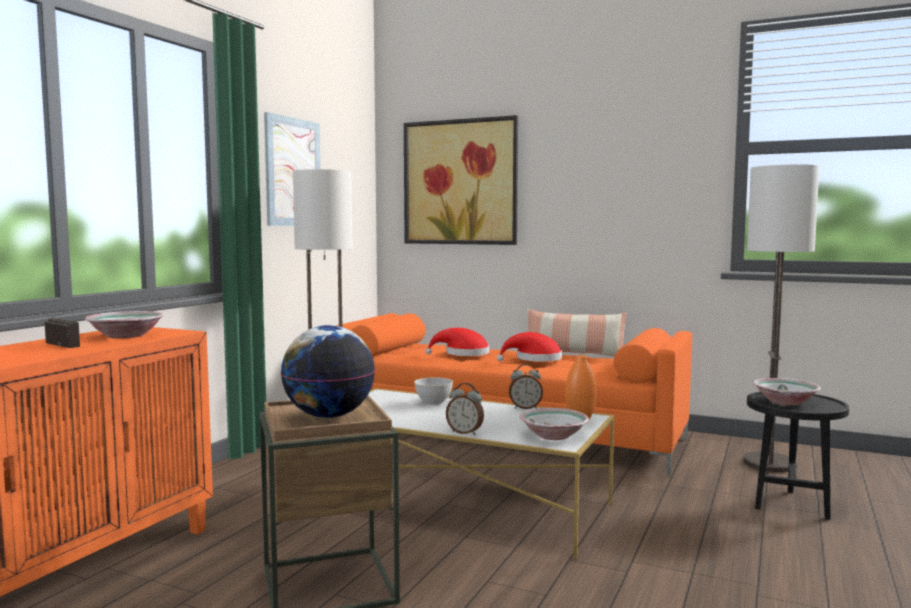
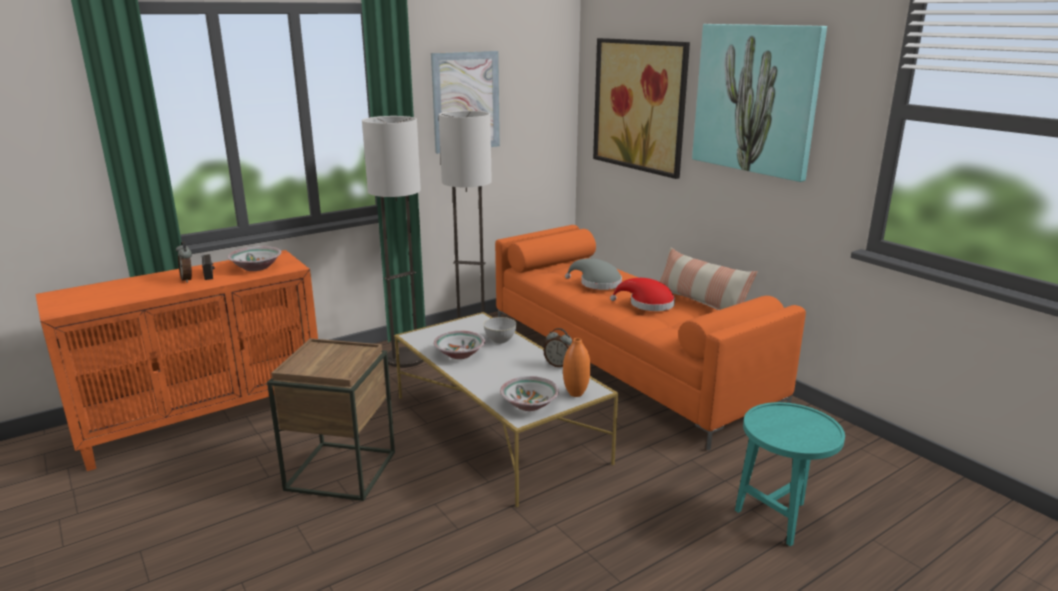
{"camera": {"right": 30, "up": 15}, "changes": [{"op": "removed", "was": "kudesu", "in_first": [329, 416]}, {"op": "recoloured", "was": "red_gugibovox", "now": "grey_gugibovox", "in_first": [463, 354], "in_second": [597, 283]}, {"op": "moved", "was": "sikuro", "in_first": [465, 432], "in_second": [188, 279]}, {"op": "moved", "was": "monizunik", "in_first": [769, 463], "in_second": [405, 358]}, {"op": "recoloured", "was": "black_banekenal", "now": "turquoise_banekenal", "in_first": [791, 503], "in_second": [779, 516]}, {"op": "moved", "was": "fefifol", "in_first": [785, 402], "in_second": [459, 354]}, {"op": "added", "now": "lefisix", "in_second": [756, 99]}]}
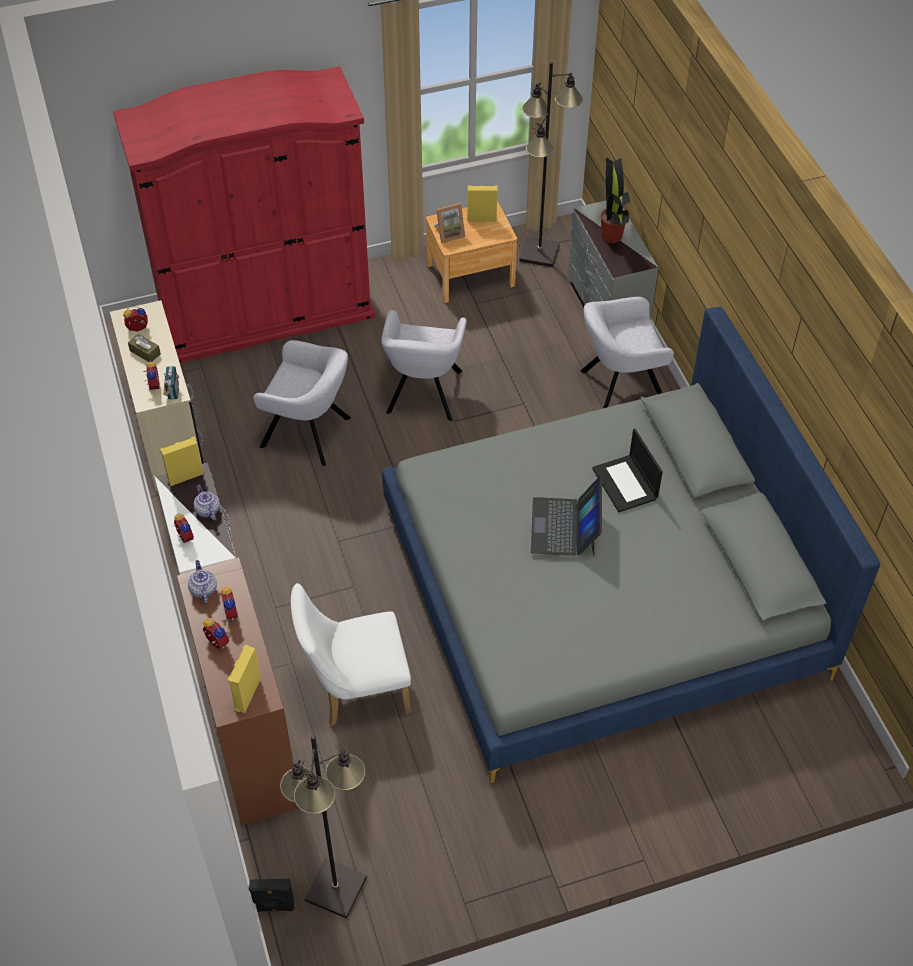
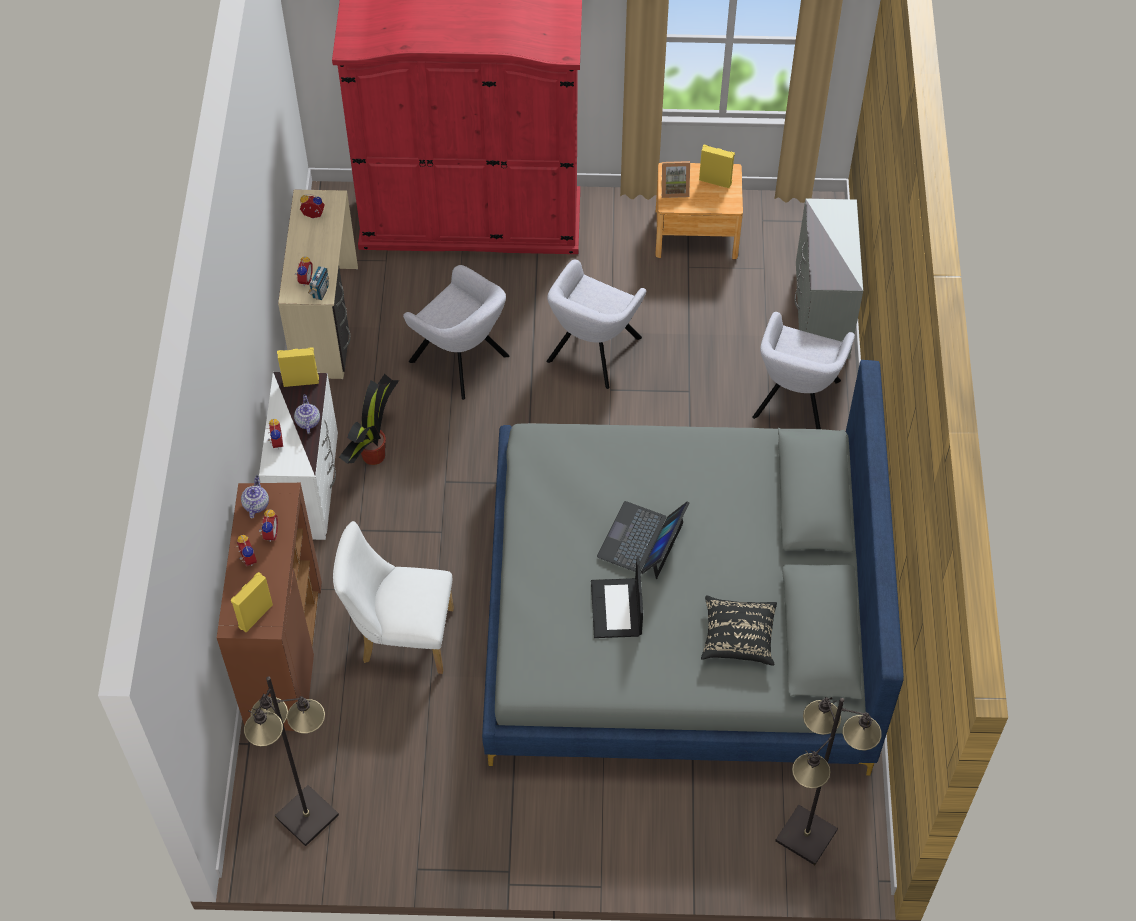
{"camera": {"right": 20, "up": 5}, "changes": [{"op": "removed", "was": "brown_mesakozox", "in_first": [145, 352]}, {"op": "removed", "was": "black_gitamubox", "in_first": [274, 907]}, {"op": "moved", "was": "black_monizunik", "in_first": [540, 253], "in_second": [806, 836]}, {"op": "turned", "was": "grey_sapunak", "in_first": [619, 387], "in_second": [795, 402], "clockwise": -75}, {"op": "moved", "was": "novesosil", "in_first": [626, 484], "in_second": [617, 609]}, {"op": "moved", "was": "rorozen", "in_first": [611, 234], "in_second": [374, 454]}, {"op": "added", "now": "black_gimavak", "in_second": [738, 637]}]}
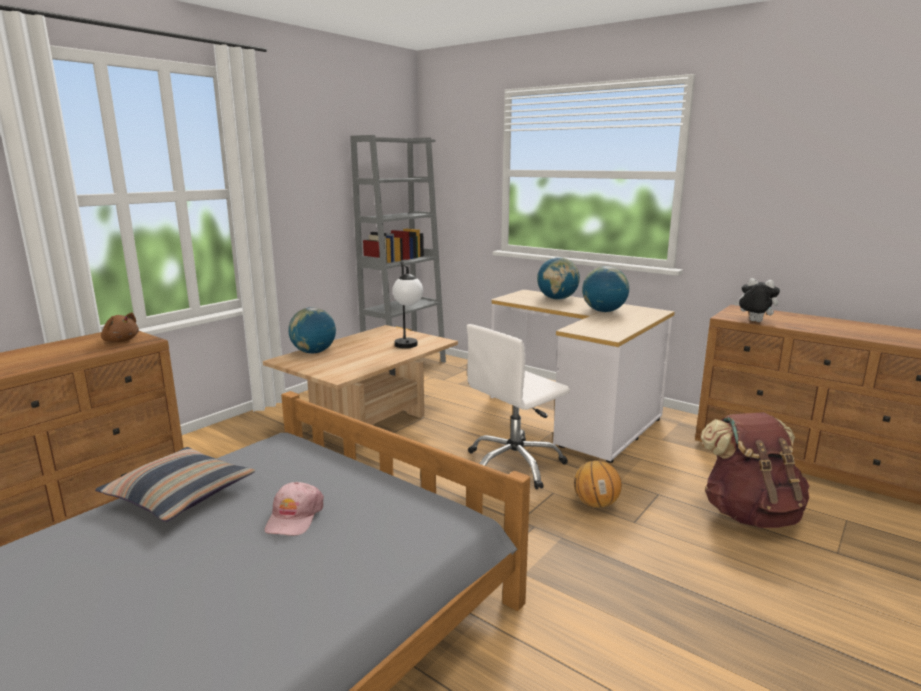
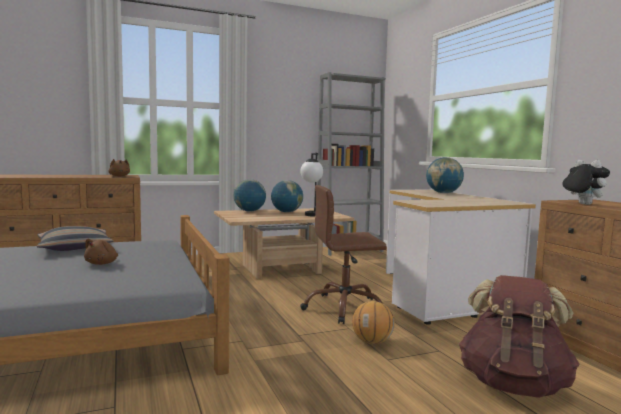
{"camera": {"right": 30, "up": -10}, "changes": [{"op": "replaced", "was": "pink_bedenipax", "now": "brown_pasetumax", "in_first": [294, 517], "in_second": [102, 263]}, {"op": "recoloured", "was": "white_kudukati", "now": "brown_kudukati", "in_first": [514, 464], "in_second": [344, 308]}, {"op": "moved", "was": "kudesu", "in_first": [603, 311], "in_second": [286, 212]}]}
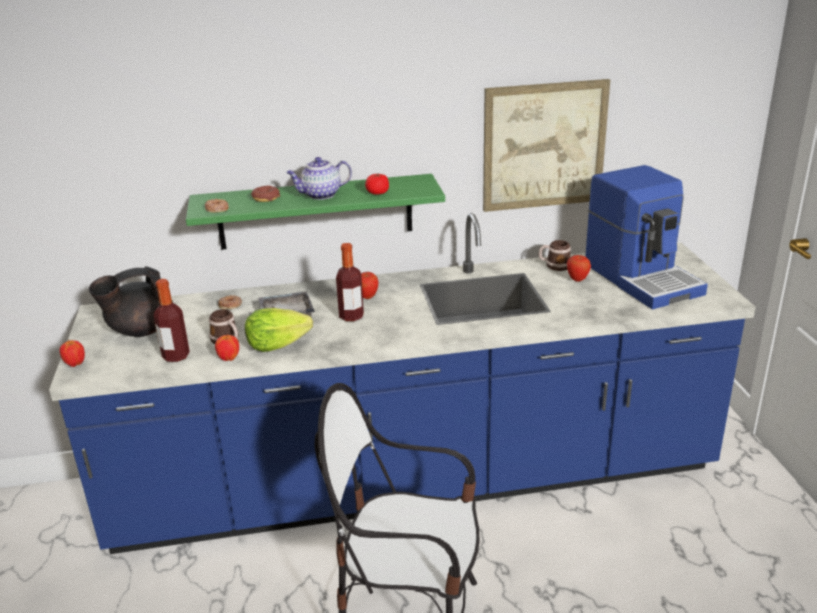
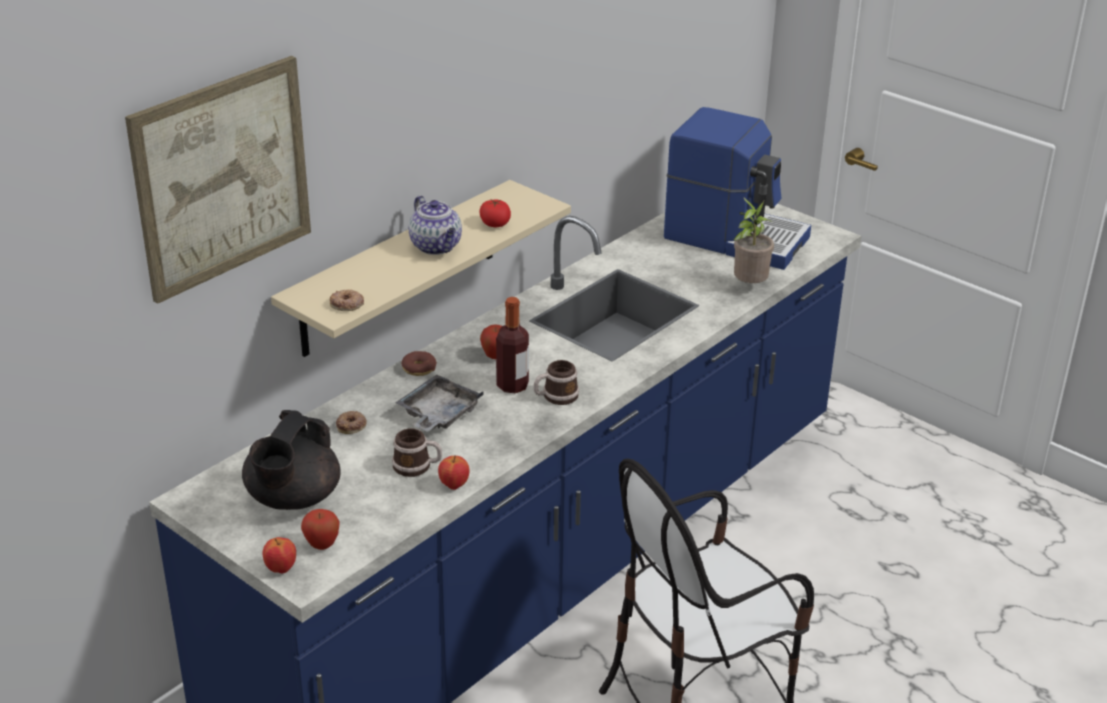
{"camera": {"right": -40, "up": 5}, "changes": [{"op": "removed", "was": "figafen", "in_first": [176, 356]}, {"op": "recoloured", "was": "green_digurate", "now": "beige_digurate", "in_first": [315, 212], "in_second": [399, 269]}, {"op": "removed", "was": "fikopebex", "in_first": [276, 345]}, {"op": "moved", "was": "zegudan", "in_first": [266, 198], "in_second": [419, 368]}, {"op": "turned", "was": "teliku", "in_first": [320, 195], "in_second": [437, 247], "clockwise": -60}, {"op": "moved", "was": "lefisix", "in_first": [544, 146], "in_second": [222, 177]}, {"op": "moved", "was": "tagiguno", "in_first": [554, 265], "in_second": [555, 397]}, {"op": "moved", "was": "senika", "in_first": [577, 279], "in_second": [322, 545]}, {"op": "added", "now": "rorozen", "in_second": [748, 286]}]}
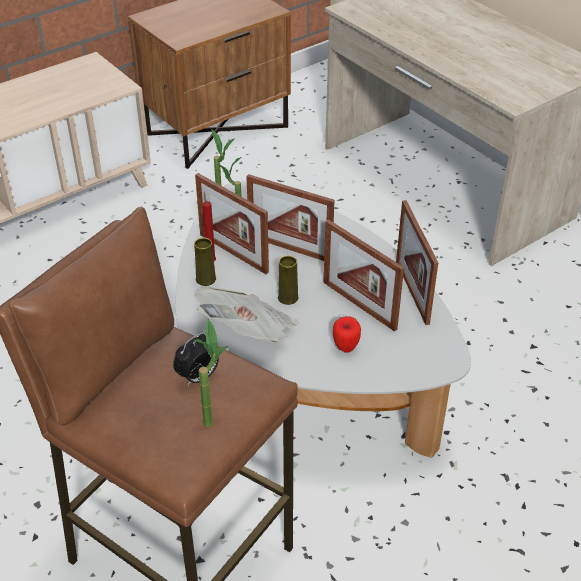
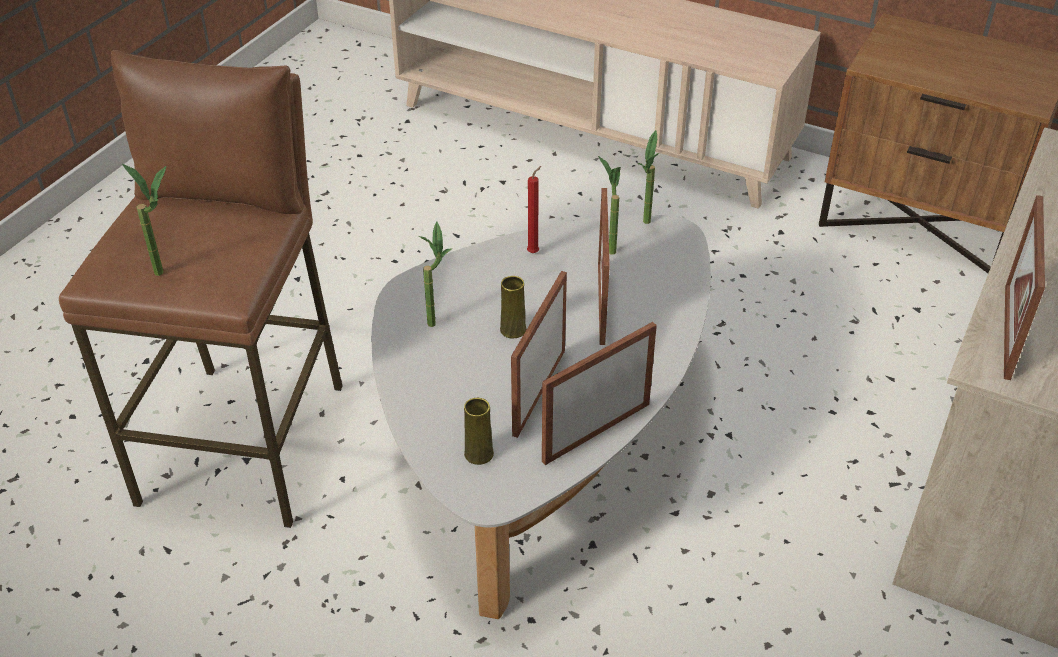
{"camera": {"right": 65, "up": 0}, "changes": [{"op": "removed", "was": "sikuro", "in_first": [198, 377]}, {"op": "moved", "was": "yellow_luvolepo", "in_first": [205, 279], "in_second": [479, 454]}, {"op": "replaced", "was": "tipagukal", "now": "rorozen", "in_first": [249, 333], "in_second": [436, 319]}, {"op": "moved", "was": "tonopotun", "in_first": [233, 253], "in_second": [1007, 331]}, {"op": "removed", "was": "senika", "in_first": [345, 347]}]}
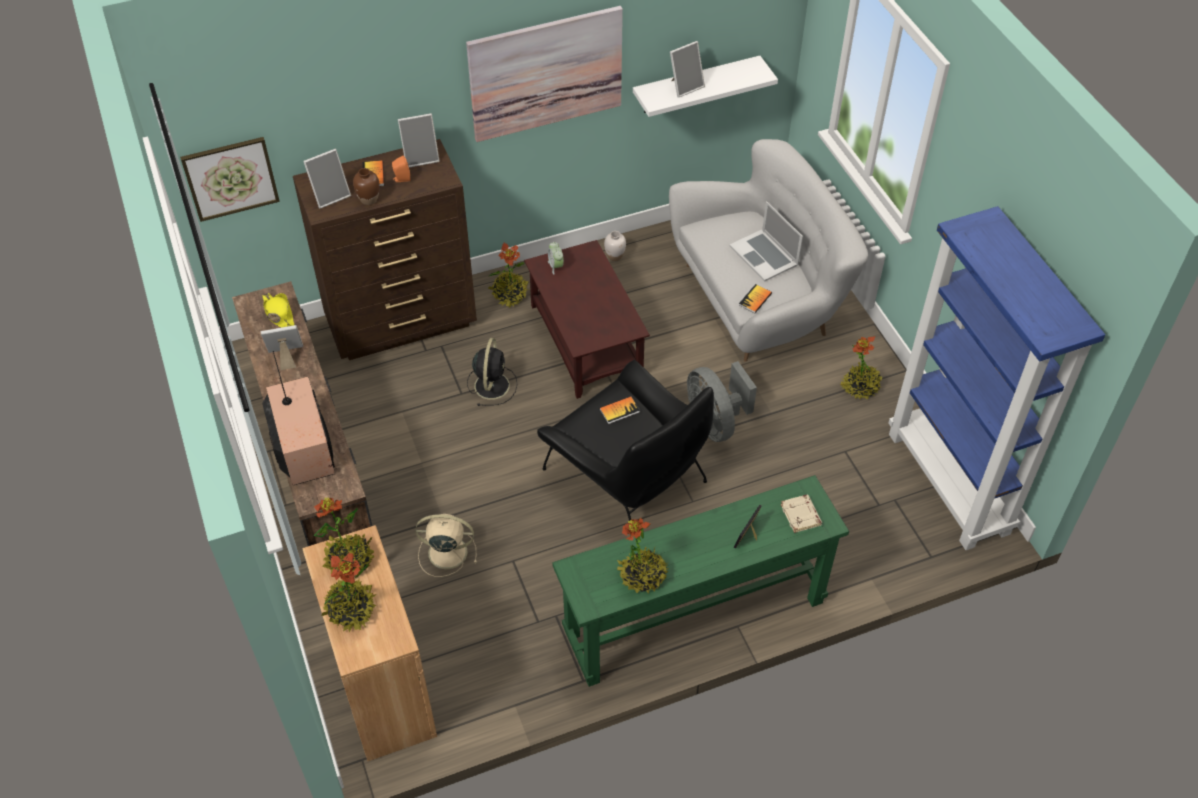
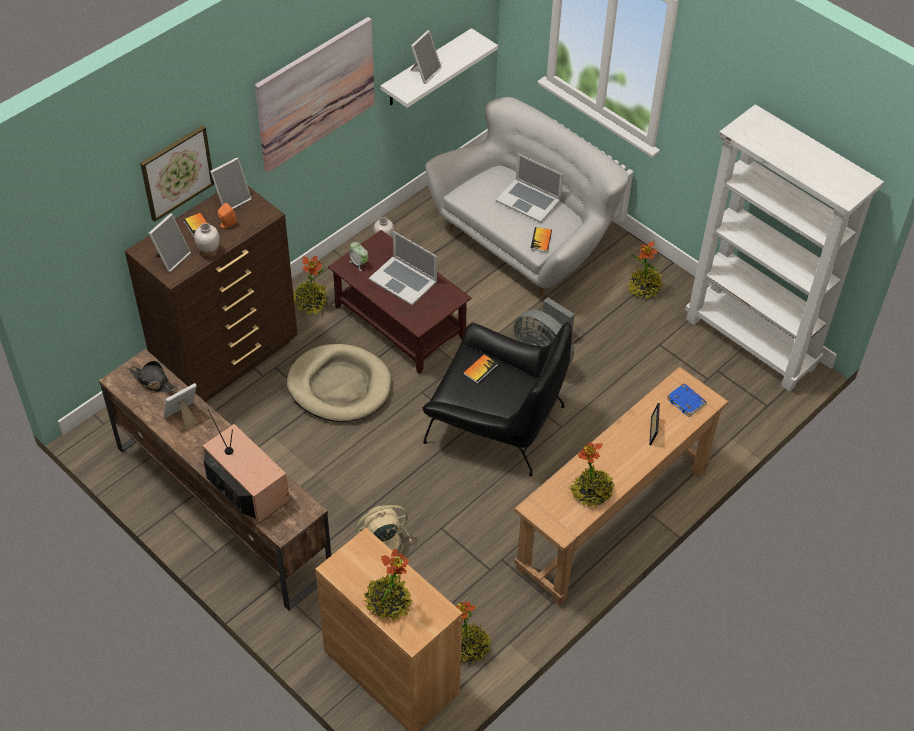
{"camera": {"right": -25, "up": 0}, "changes": [{"op": "moved", "was": "lefisix", "in_first": [230, 178], "in_second": [177, 172]}, {"op": "recoloured", "was": "yellow_gugibovox", "now": "black_gugibovox", "in_first": [279, 314], "in_second": [153, 381]}, {"op": "moved", "was": "rorozen", "in_first": [349, 560], "in_second": [469, 647]}, {"op": "recoloured", "was": "brown_luvolepo", "now": "white_luvolepo", "in_first": [368, 199], "in_second": [209, 251]}, {"op": "replaced", "was": "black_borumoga", "now": "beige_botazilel", "in_first": [492, 384], "in_second": [339, 386]}, {"op": "recoloured", "was": "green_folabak", "now": "brown_folabak", "in_first": [694, 616], "in_second": [612, 519]}, {"op": "recoloured", "was": "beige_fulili", "now": "blue_fulili", "in_first": [801, 515], "in_second": [686, 401]}, {"op": "recoloured", "was": "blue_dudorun", "now": "white_dudorun", "in_first": [949, 483], "in_second": [752, 343]}, {"op": "added", "now": "novesosil", "in_second": [403, 280]}]}
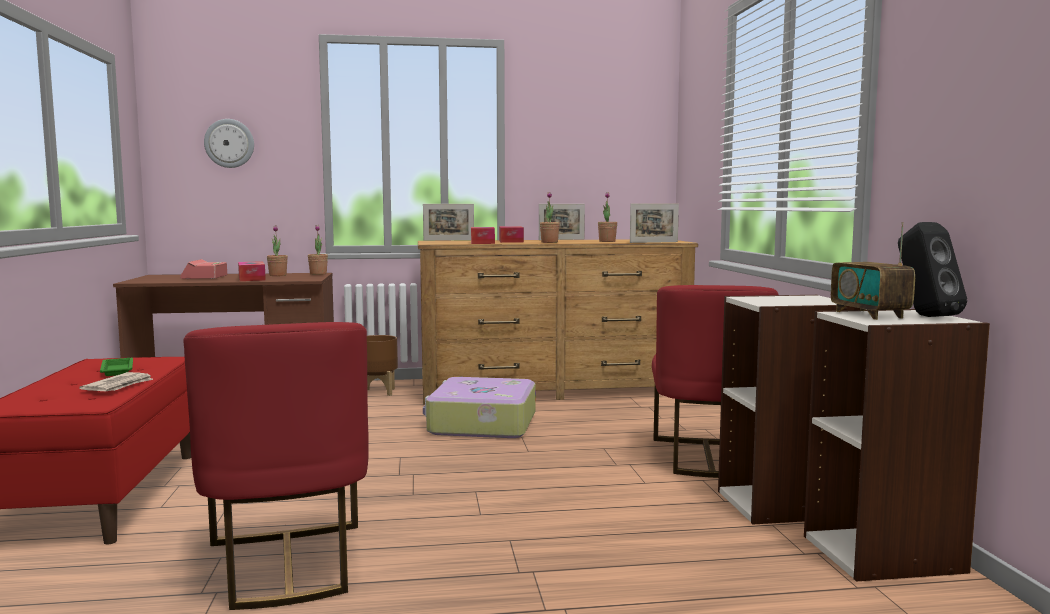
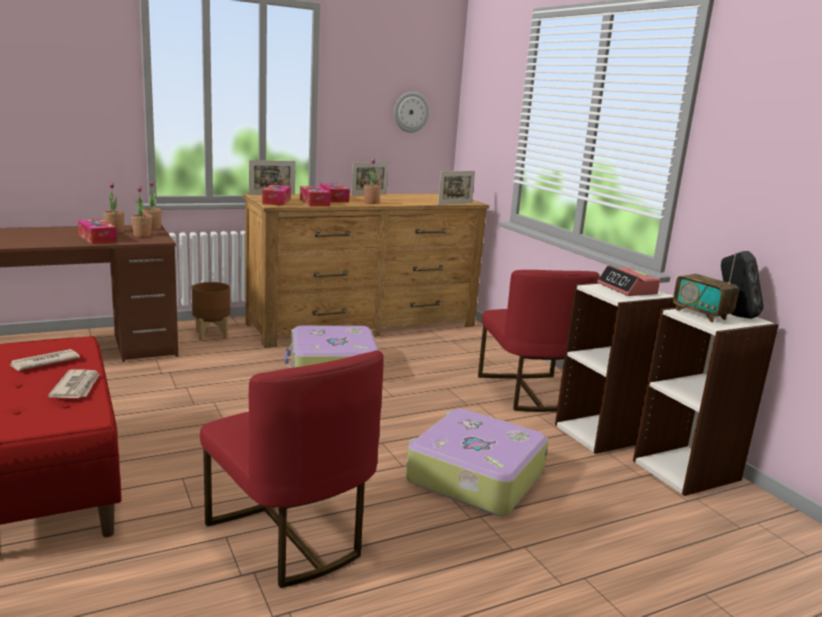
{"camera": {"right": -20, "up": 10}, "changes": [{"op": "replaced", "was": "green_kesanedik", "now": "tipagukal", "in_first": [117, 370], "in_second": [44, 362]}, {"op": "moved", "was": "sikuro", "in_first": [204, 277], "in_second": [627, 289]}, {"op": "moved", "was": "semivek", "in_first": [229, 143], "in_second": [411, 112]}, {"op": "moved", "was": "rorozen", "in_first": [607, 241], "in_second": [142, 235]}, {"op": "added", "now": "mesakozox", "in_second": [276, 201]}, {"op": "added", "now": "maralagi", "in_second": [474, 476]}]}
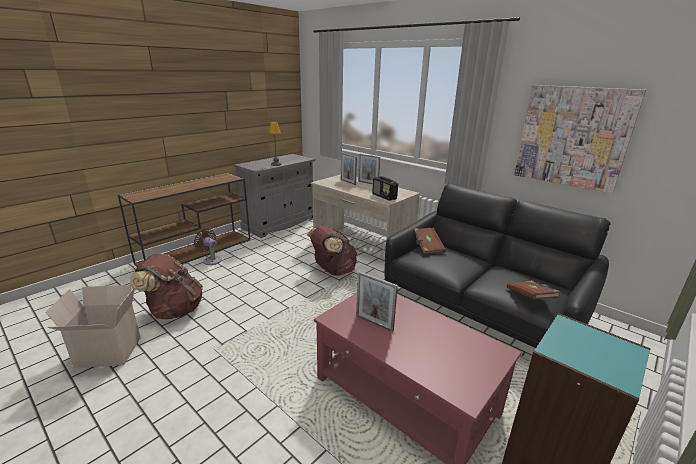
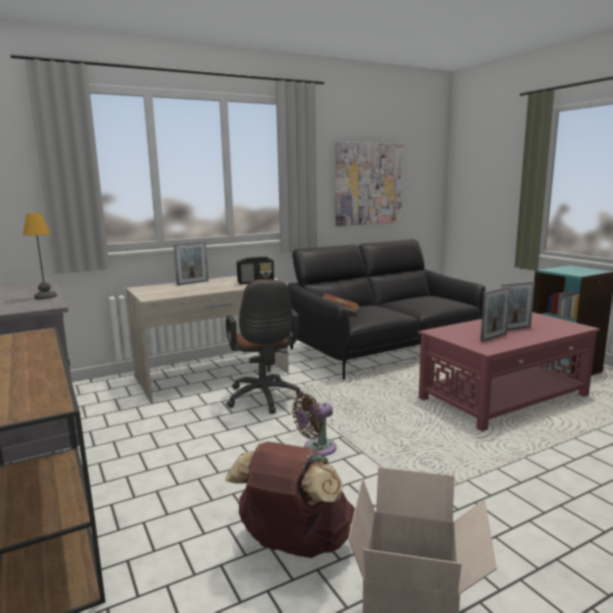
{"camera": {"right": -70, "up": -10}, "changes": [{"op": "moved", "was": "brown_borumoga", "in_first": [211, 260], "in_second": [316, 449]}, {"op": "replaced", "was": "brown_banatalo", "now": "brown_kudukati", "in_first": [333, 271], "in_second": [264, 399]}, {"op": "moved", "was": "tonopotun", "in_first": [348, 182], "in_second": [514, 328]}, {"op": "removed", "was": "brown_fulili", "in_first": [530, 297]}]}
